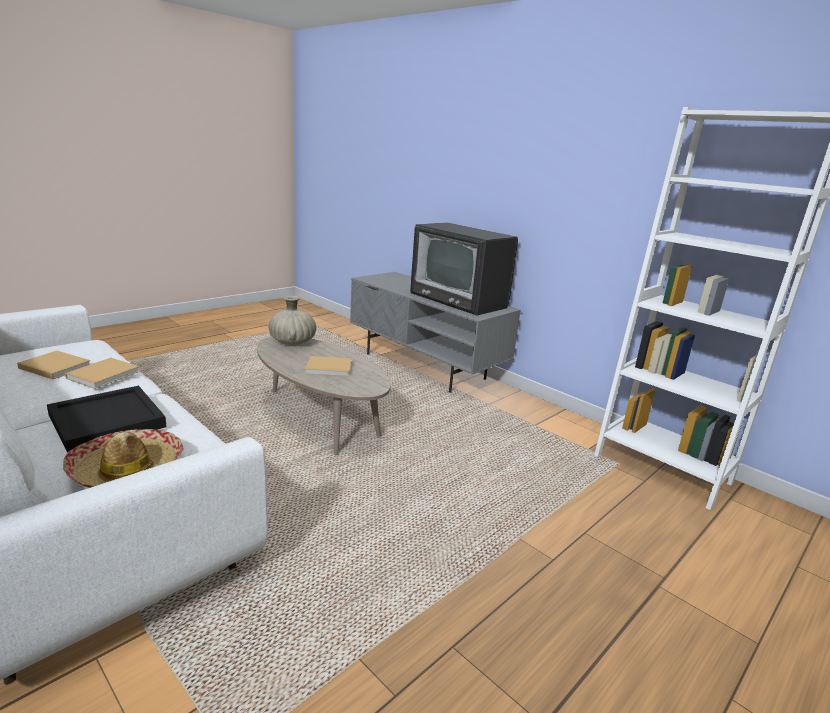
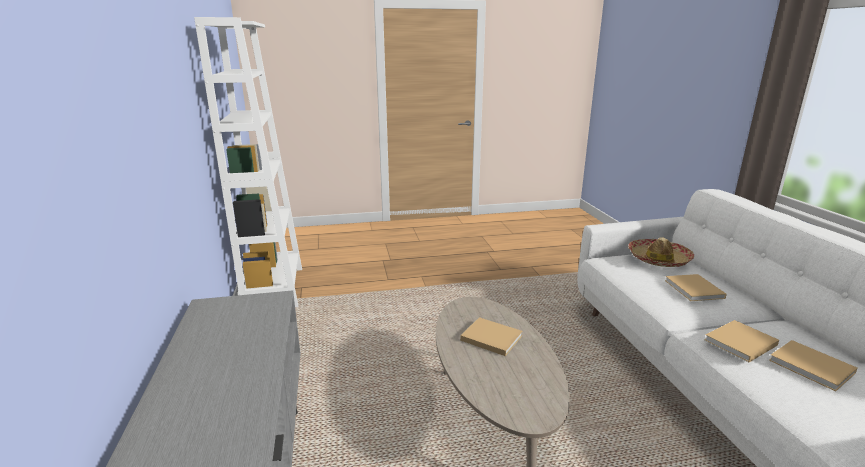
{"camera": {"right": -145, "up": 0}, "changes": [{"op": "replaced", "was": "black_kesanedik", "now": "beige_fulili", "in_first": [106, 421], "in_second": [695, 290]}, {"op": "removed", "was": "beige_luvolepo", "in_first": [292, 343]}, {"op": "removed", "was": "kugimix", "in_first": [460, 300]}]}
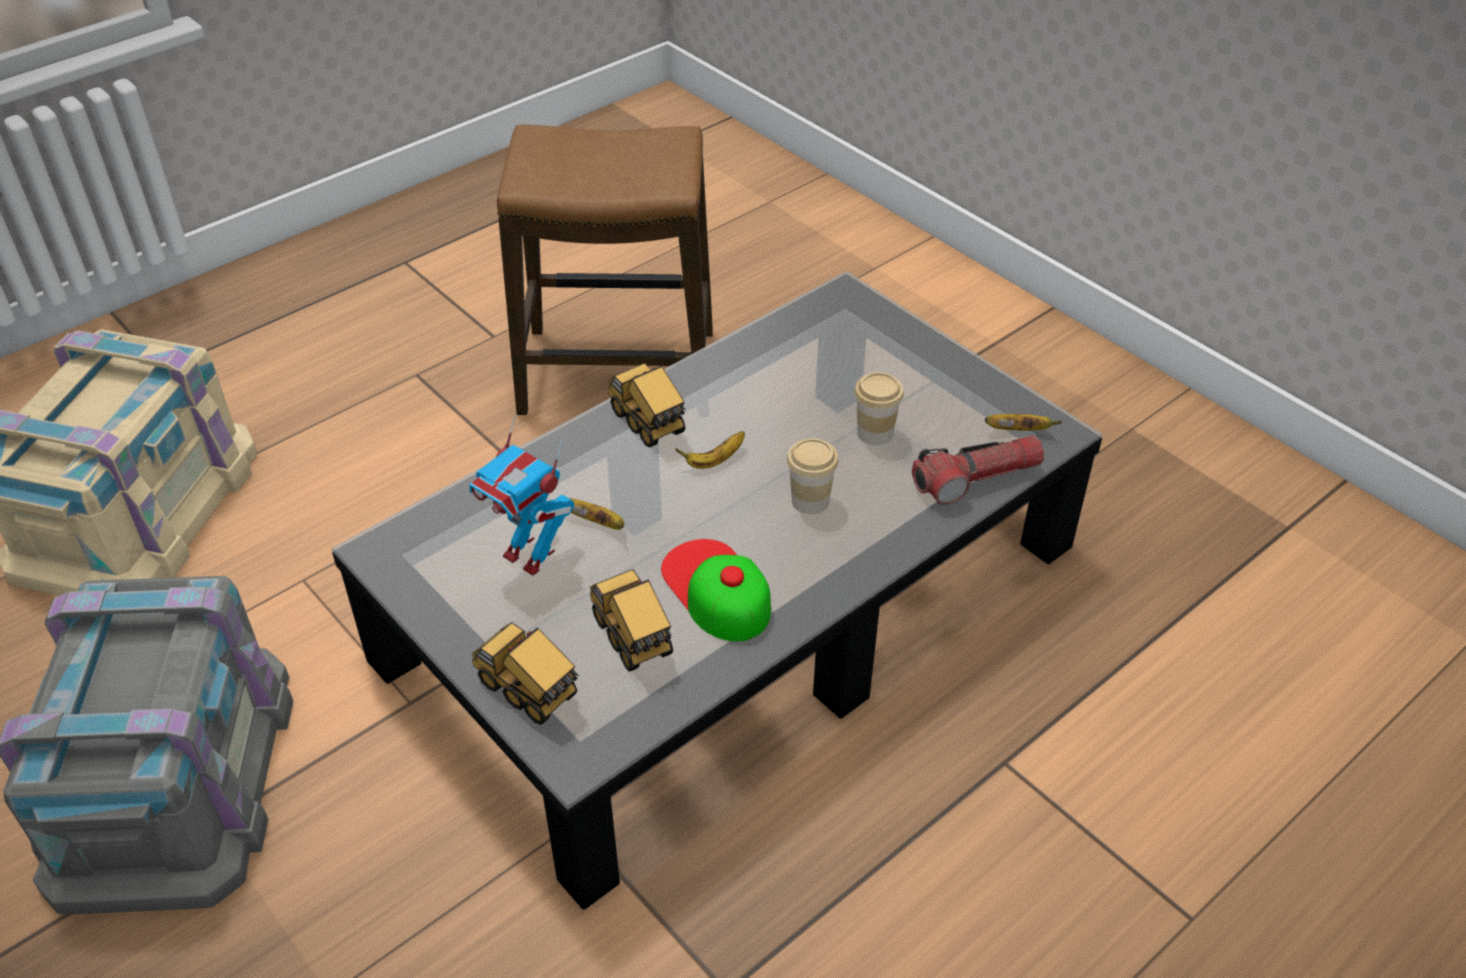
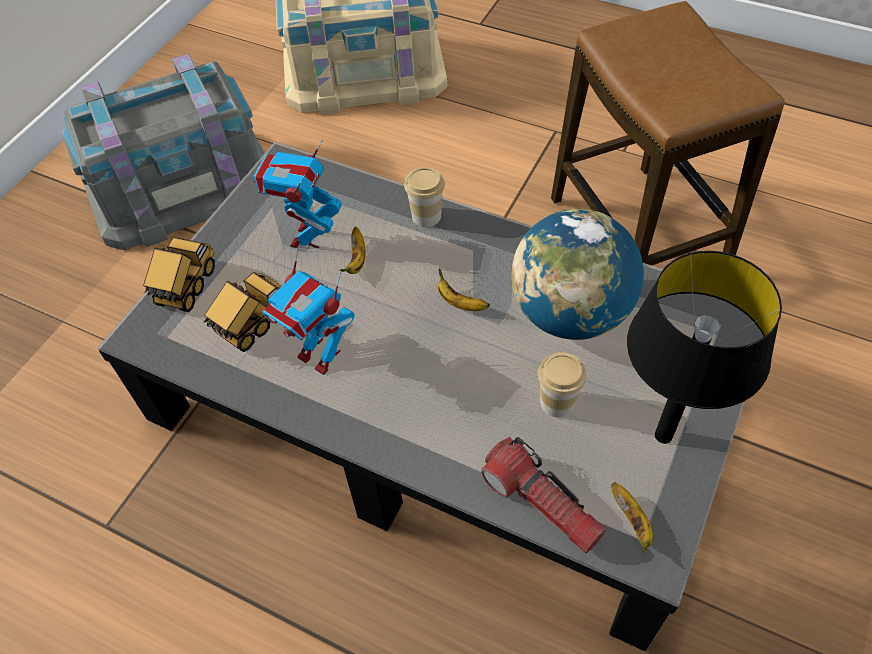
{"camera": {"right": 70, "up": 10}, "changes": [{"op": "removed", "was": "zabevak", "in_first": [649, 424]}, {"op": "replaced", "was": "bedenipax", "now": "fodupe", "in_first": [716, 589], "in_second": [320, 356]}, {"op": "moved", "was": "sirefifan", "in_first": [810, 501], "in_second": [426, 216]}, {"op": "added", "now": "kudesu", "in_second": [570, 313]}, {"op": "added", "now": "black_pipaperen", "in_second": [662, 435]}]}
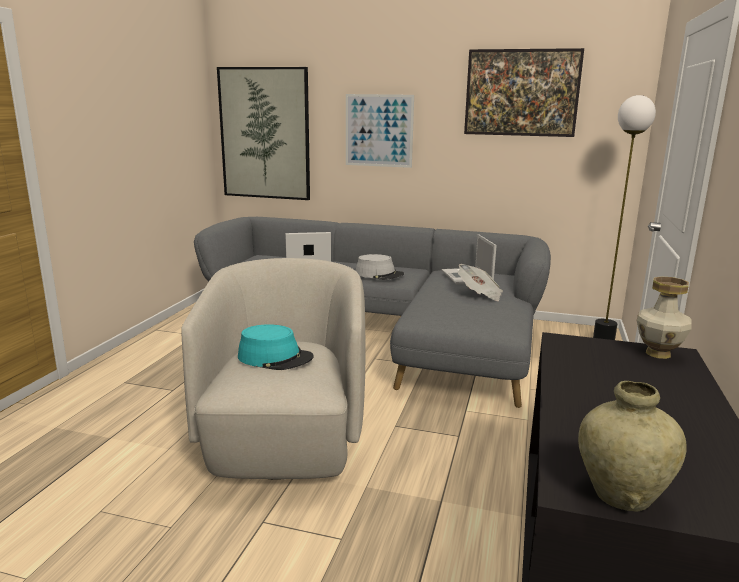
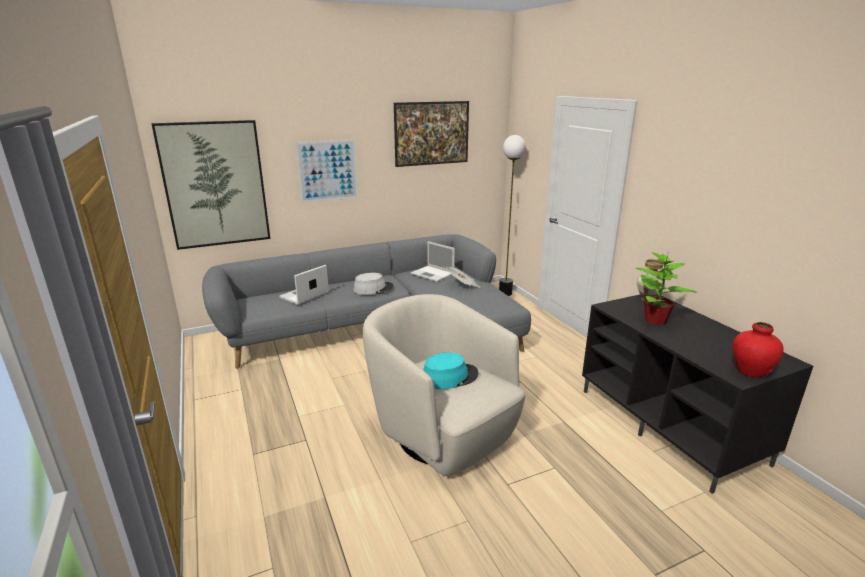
{"camera": {"right": -40, "up": 5}, "changes": [{"op": "recoloured", "was": "beige_luvolepo", "now": "red_luvolepo", "in_first": [621, 495], "in_second": [750, 372]}, {"op": "added", "now": "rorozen", "in_second": [656, 321]}]}
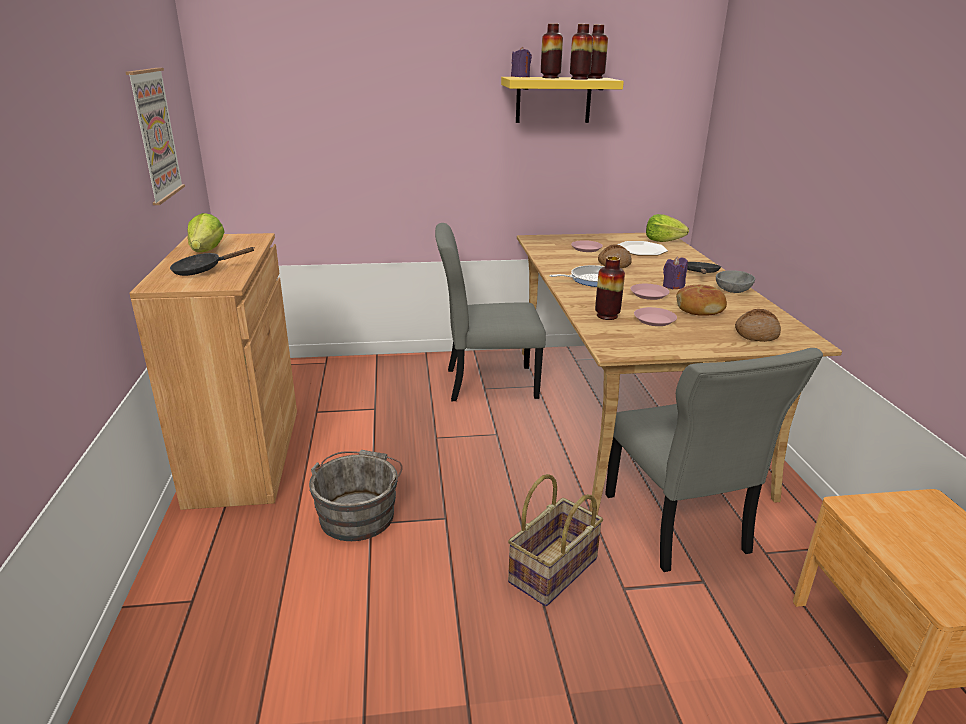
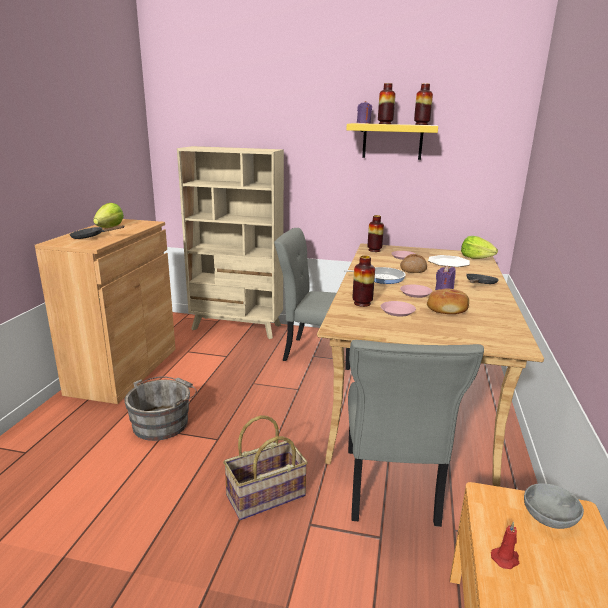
{"camera": {"right": 20, "up": -5}, "changes": [{"op": "removed", "was": "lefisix", "in_first": [155, 135]}, {"op": "moved", "was": "luvolepo", "in_first": [579, 79], "in_second": [374, 250]}, {"op": "moved", "was": "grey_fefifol", "in_first": [733, 291], "in_second": [549, 519]}, {"op": "removed", "was": "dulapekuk", "in_first": [756, 334]}, {"op": "added", "now": "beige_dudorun", "in_second": [237, 327]}, {"op": "added", "now": "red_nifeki", "in_second": [506, 558]}]}
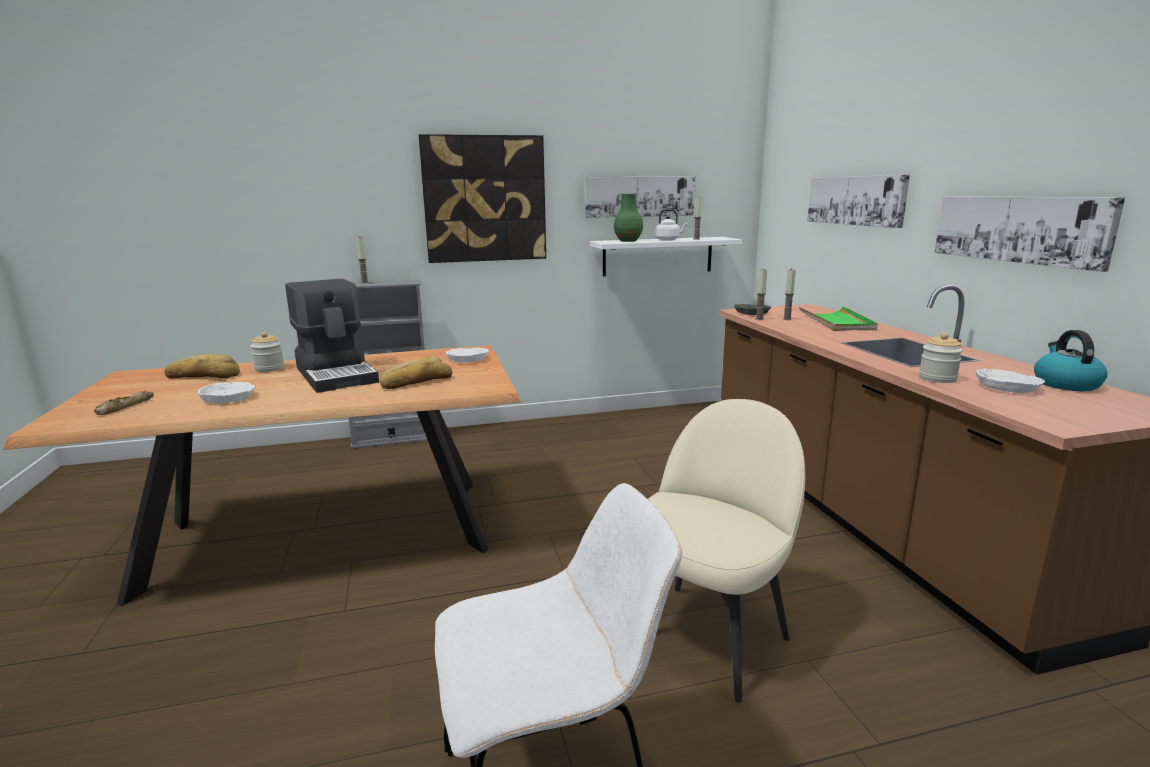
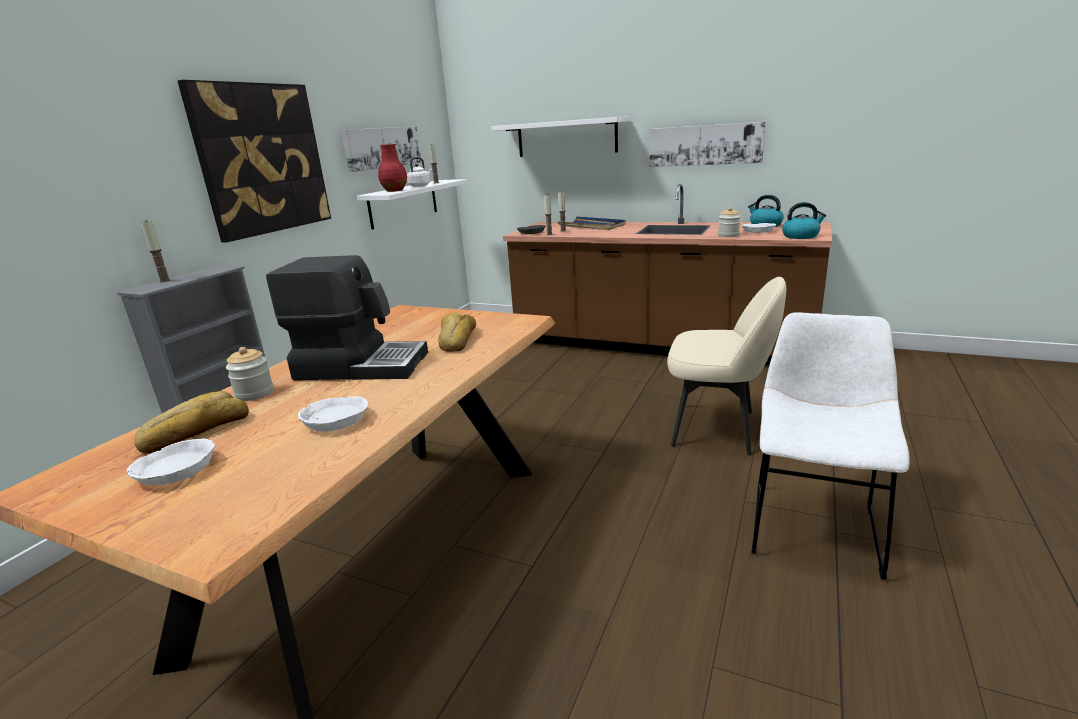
{"camera": {"right": -50, "up": 5}, "changes": [{"op": "removed", "was": "dulapekuk", "in_first": [124, 407]}, {"op": "moved", "was": "white_fefifol", "in_first": [467, 359], "in_second": [176, 470]}, {"op": "recoloured", "was": "green_luvolepo", "now": "red_luvolepo", "in_first": [628, 241], "in_second": [395, 190]}, {"op": "turned", "was": "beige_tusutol", "in_first": [707, 635], "in_second": [717, 429], "clockwise": 120}, {"op": "recoloured", "was": "green_kesanedik", "now": "blue_kesanedik", "in_first": [836, 322], "in_second": [592, 226]}, {"op": "replaced", "was": "lefisix", "now": "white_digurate", "in_first": [855, 200], "in_second": [566, 138]}, {"op": "added", "now": "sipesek", "in_second": [801, 236]}]}
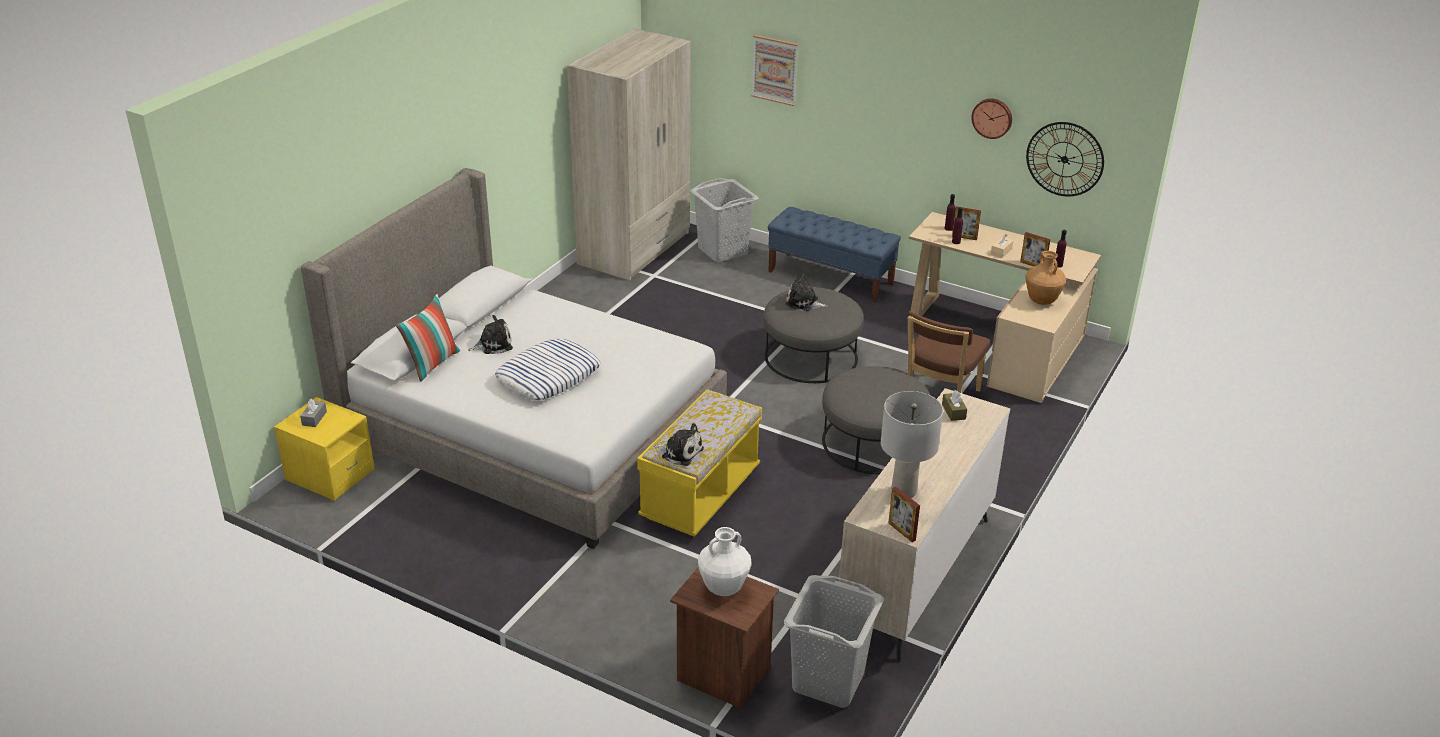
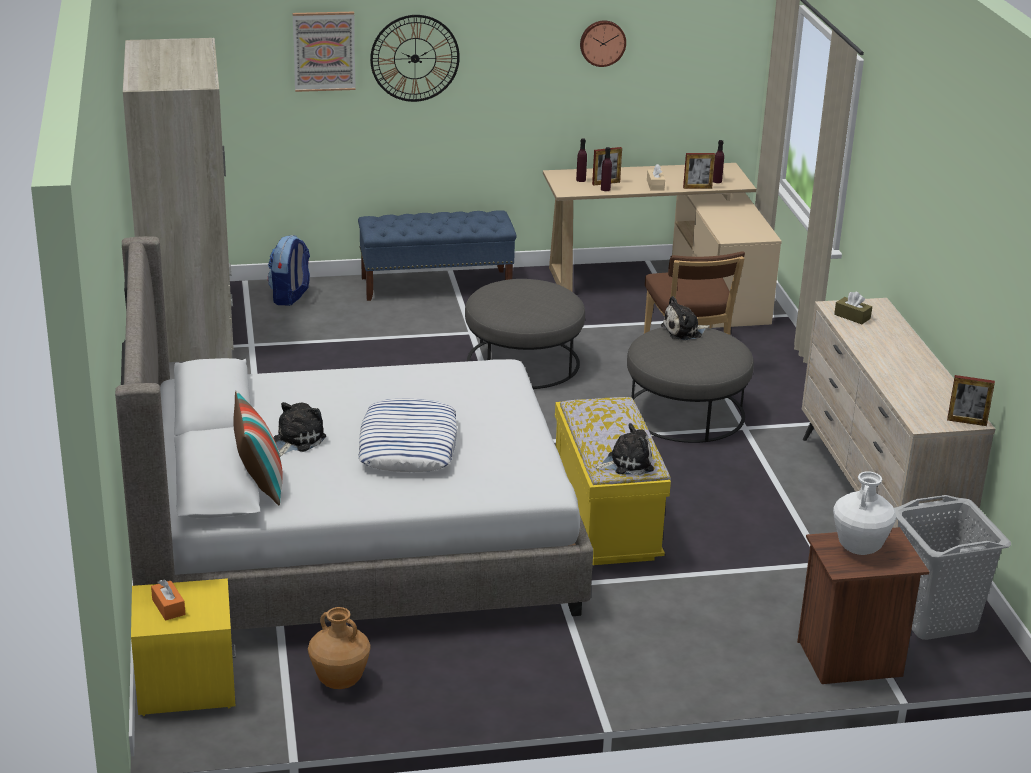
{"camera": {"right": -40, "up": -5}, "changes": [{"op": "recoloured", "was": "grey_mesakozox", "now": "orange_mesakozox", "in_first": [314, 418], "in_second": [168, 607]}, {"op": "replaced", "was": "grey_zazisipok", "now": "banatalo", "in_first": [722, 251], "in_second": [290, 297]}, {"op": "moved", "was": "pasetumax", "in_first": [803, 303], "in_second": [684, 331]}, {"op": "removed", "was": "grey_pipaperen", "in_first": [903, 491]}, {"op": "moved", "was": "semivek", "in_first": [1064, 159], "in_second": [415, 58]}, {"op": "moved", "was": "brown_luvolepo", "in_first": [1041, 301], "in_second": [339, 681]}]}
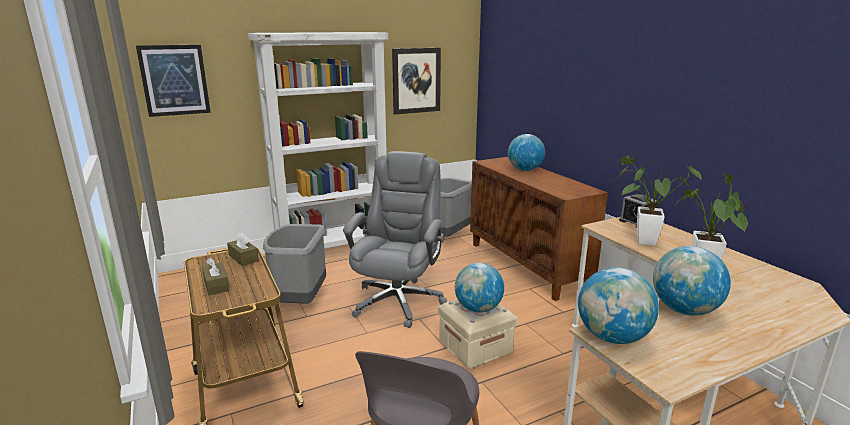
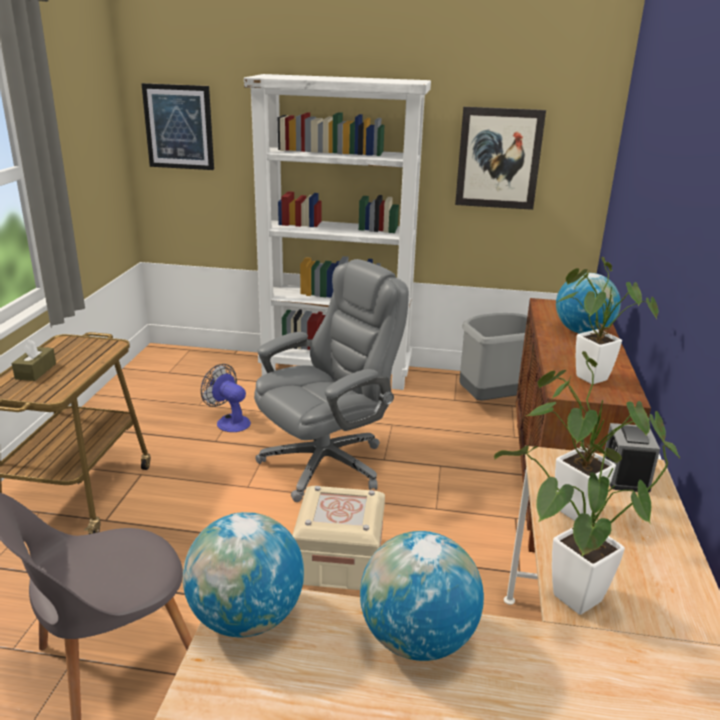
{"camera": {"right": 35, "up": 5}, "changes": [{"op": "removed", "was": "brown_mesakozox", "in_first": [243, 258]}, {"op": "replaced", "was": "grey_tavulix", "now": "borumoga", "in_first": [299, 301], "in_second": [229, 421]}, {"op": "removed", "was": "kudesu", "in_first": [478, 309]}, {"op": "added", "now": "rorozen", "in_second": [586, 375]}]}
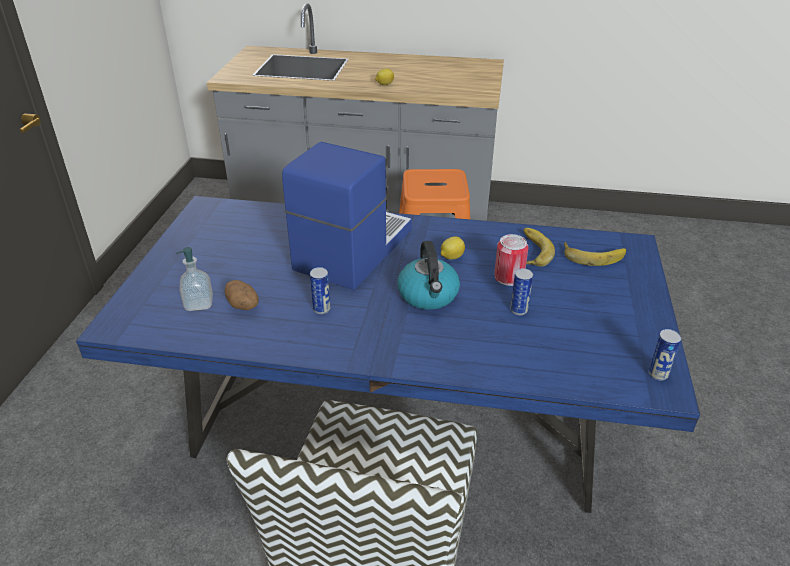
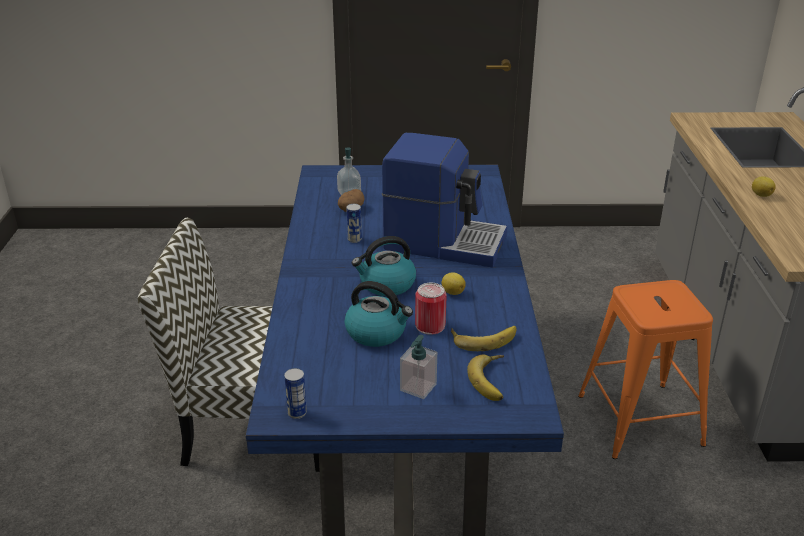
{"camera": {"right": 80, "up": -5}, "changes": [{"op": "replaced", "was": "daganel", "now": "sipesek", "in_first": [518, 310], "in_second": [377, 332]}, {"op": "added", "now": "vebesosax", "in_second": [418, 387]}]}
